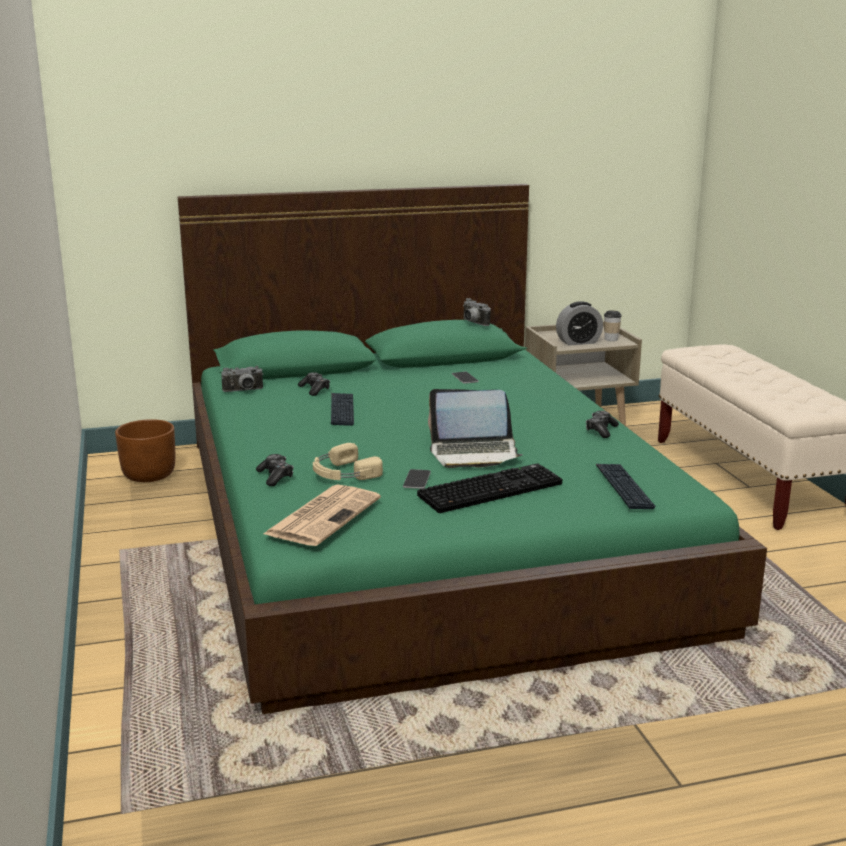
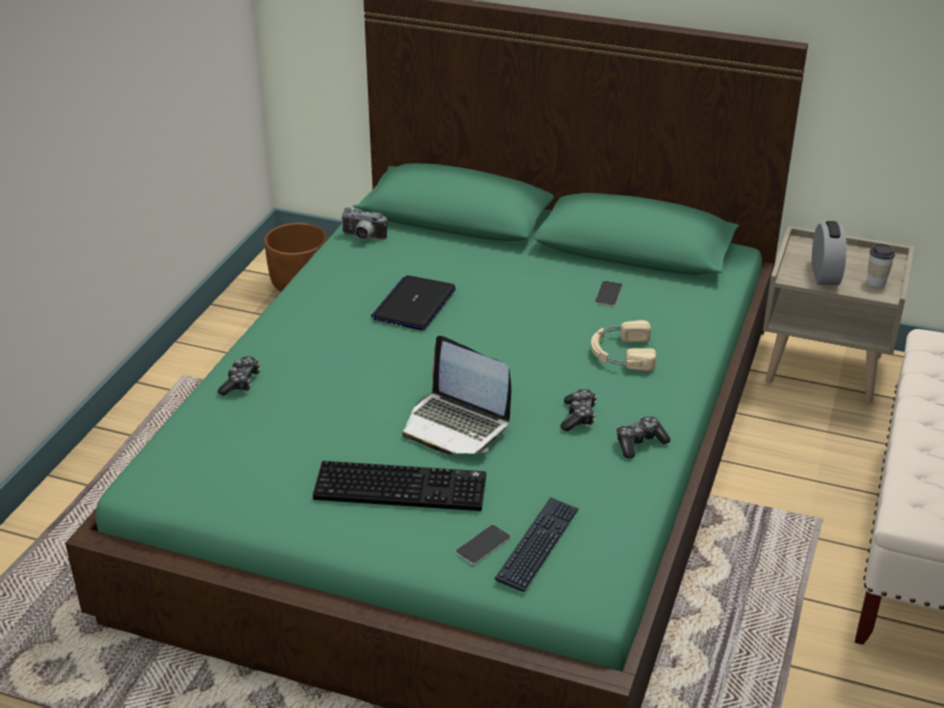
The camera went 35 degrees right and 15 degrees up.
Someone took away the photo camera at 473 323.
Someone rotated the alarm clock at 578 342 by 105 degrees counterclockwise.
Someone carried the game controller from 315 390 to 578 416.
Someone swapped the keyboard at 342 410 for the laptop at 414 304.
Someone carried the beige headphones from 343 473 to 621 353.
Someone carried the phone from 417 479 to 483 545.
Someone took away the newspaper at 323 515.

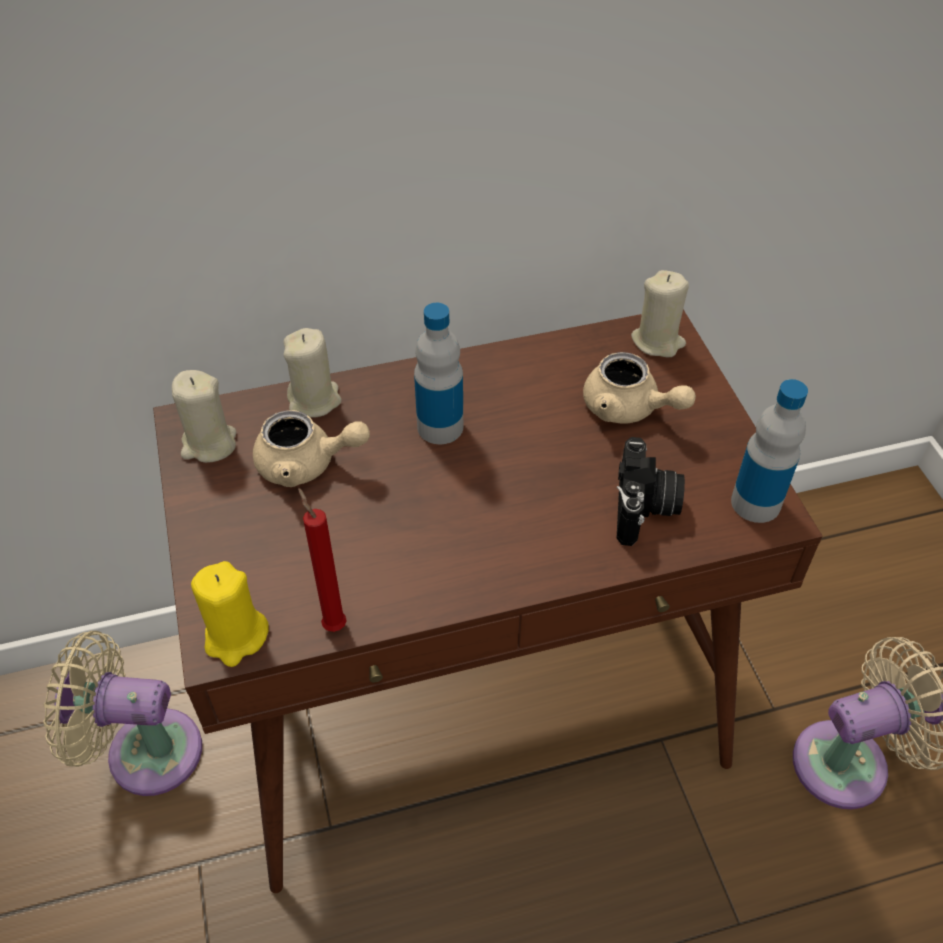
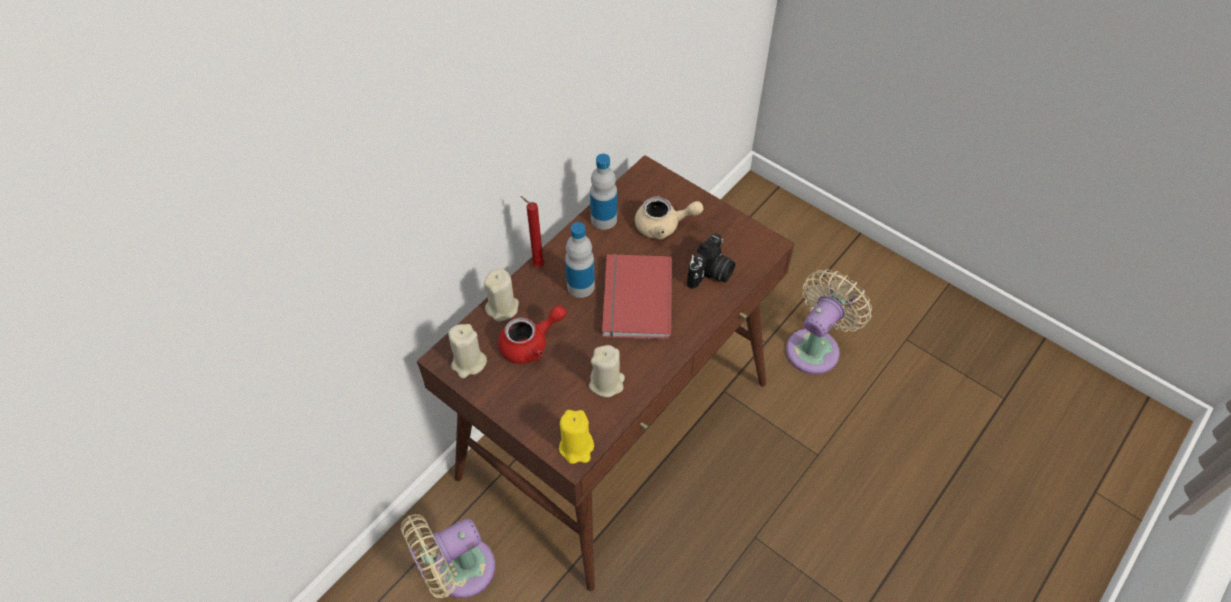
The camera went 35 degrees left and 5 degrees up.
Someone carried the beige candle from 658 341 to 607 383.
Someone carried the bottle from 755 503 to 603 219.
Someone repainted the beige teapot at 307 464, which became the red teapot at 531 344.
Someone rotated the photo camera at 645 509 by 60 degrees clockwise.
Someone carried the red candle from 332 623 to 536 265.
Someone put down the red book at 634 299.

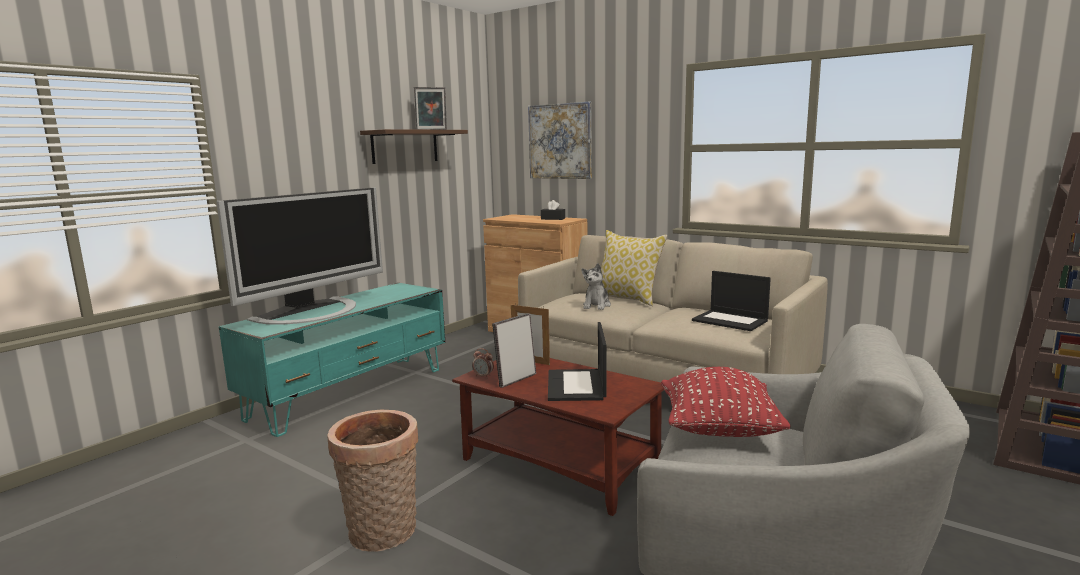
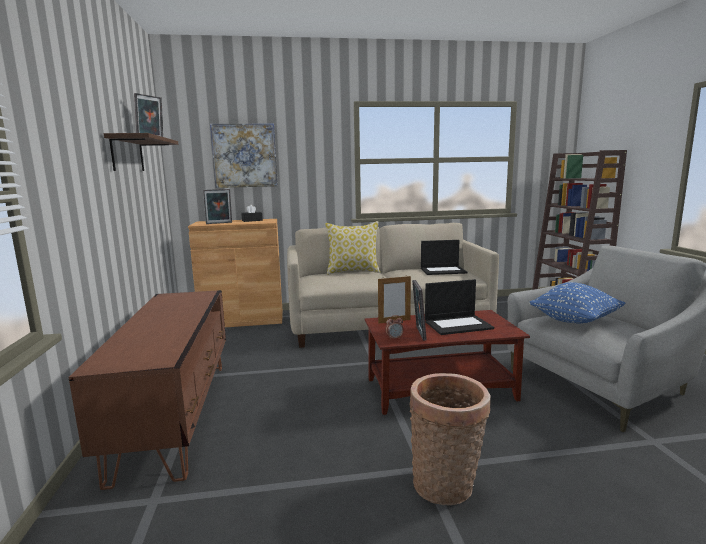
The camera went 45 degrees left and 0 degrees up.
Someone took away the television at 312 312.
Someone took away the plush toy at 596 305.
Someone repainted the turquoise tv stand at 350 393, which became the brown tv stand at 176 414.
Someone rotated the laptop at 577 386 by 60 degrees counterclockwise.
Someone repainted the red pillow at 718 431, which became the blue pillow at 575 321.
Someone put down the picture frame at 219 223.

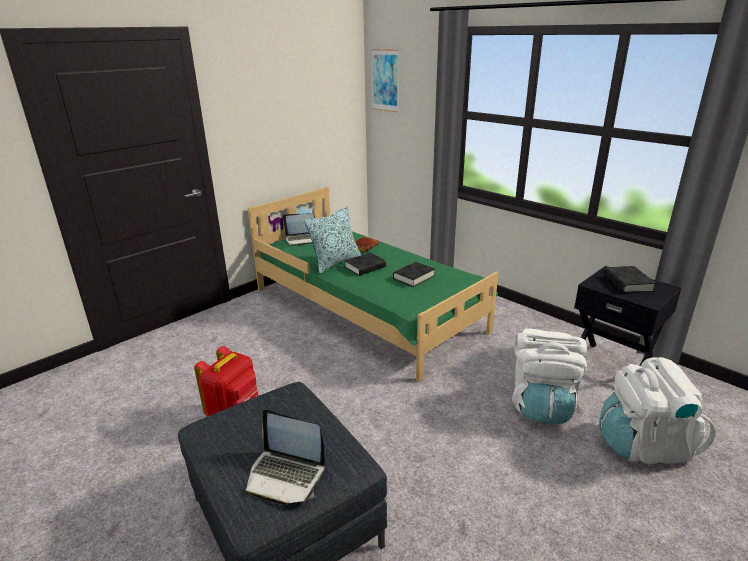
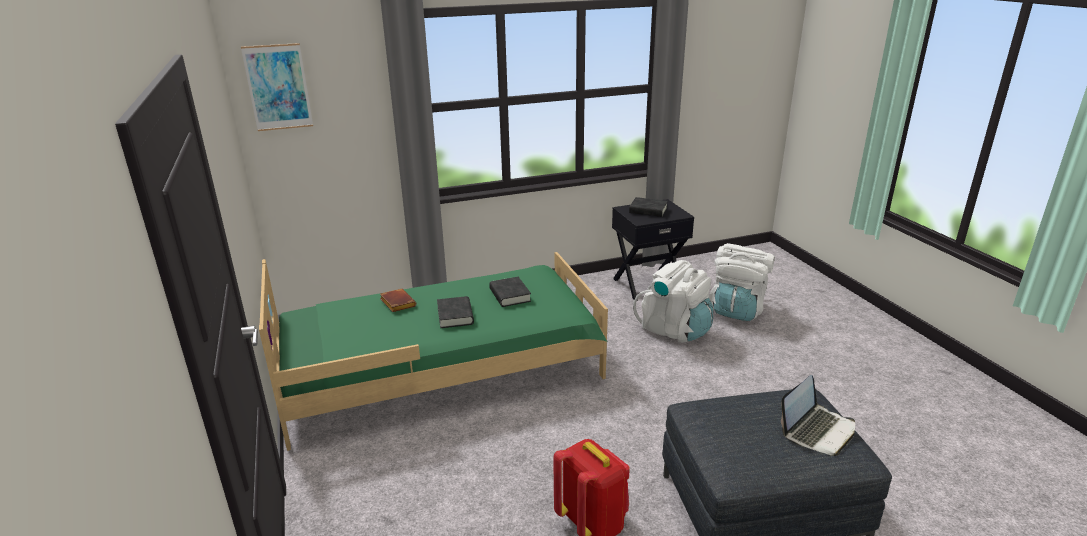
The camera went 65 degrees left and 0 degrees up.
Someone took away the pillow at 335 262.
Someone took away the laptop at 303 239.

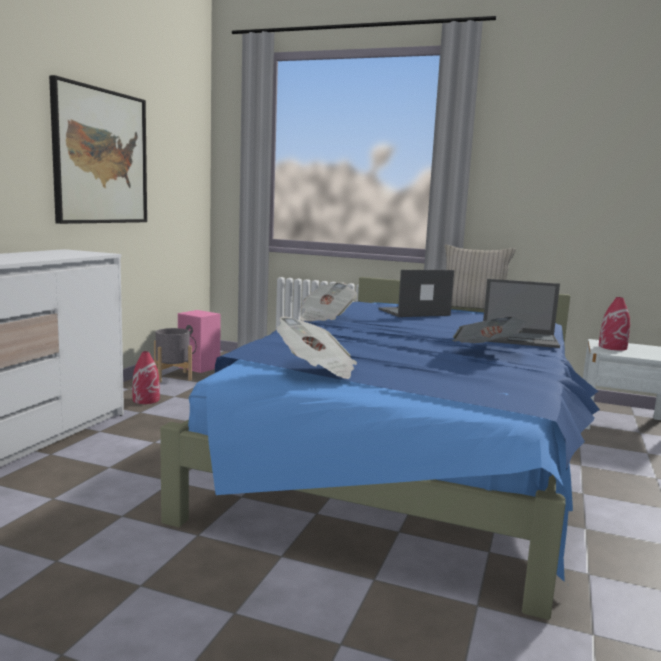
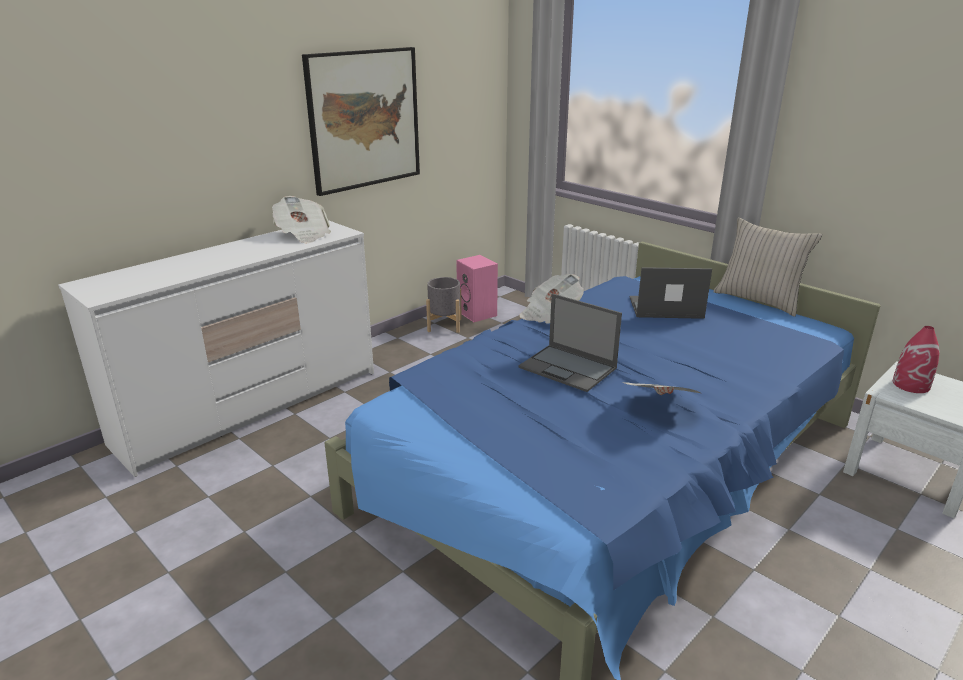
The camera went 25 degrees right and 15 degrees up.
Someone carried the laptop from 520 339 to 568 368.
Someone carried the newspaper from 317 369 to 303 234.
Someone took away the red vase at 146 400.

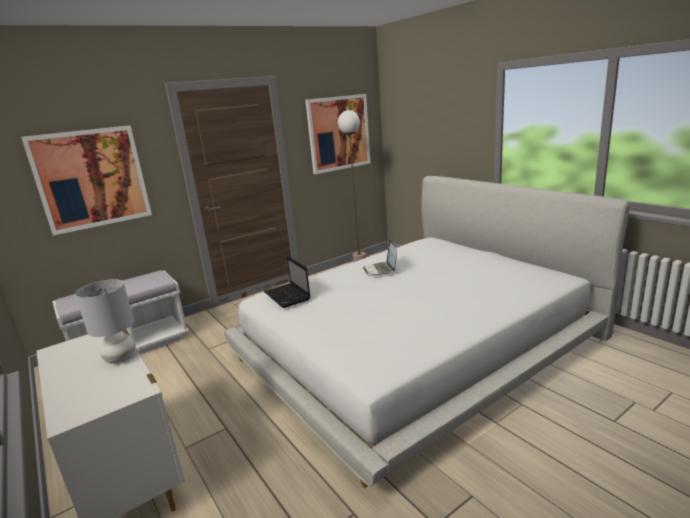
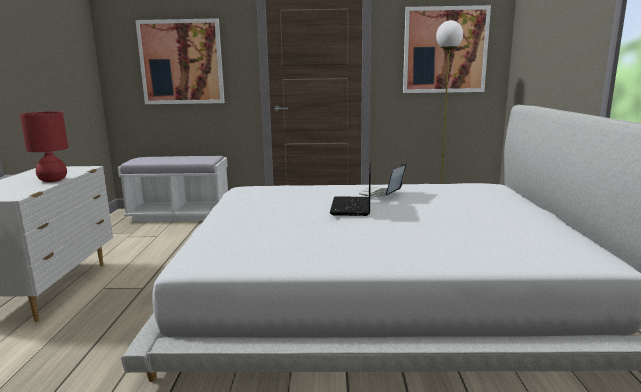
The camera went 35 degrees right and 5 degrees down.
Someone carried the laptop from 288 296 to 351 207.
Someone repainted the grey table lamp at 120 358, which became the red table lamp at 53 180.

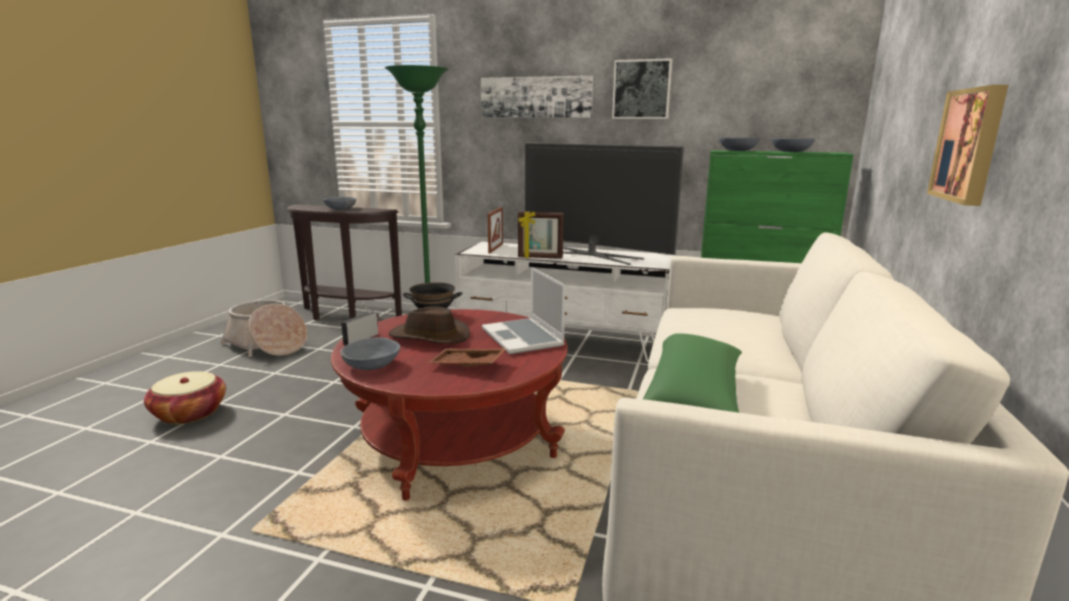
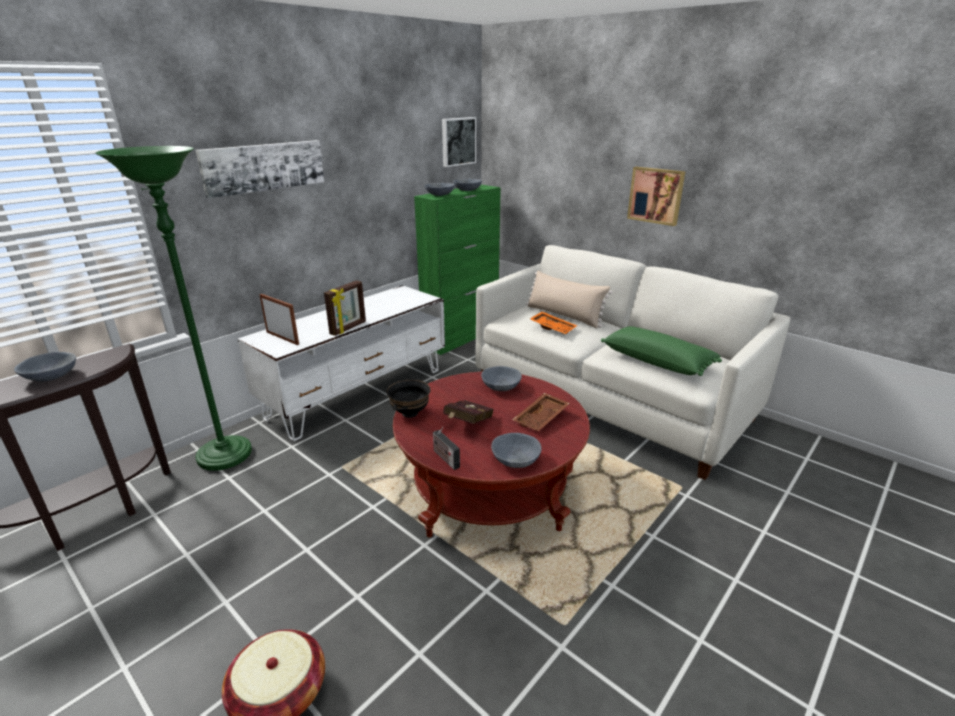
The camera went 65 degrees left and 10 degrees up.
Someone carried the picture from 641 89 to 458 141.
Someone took away the television at 593 255.
Someone swapped the laptop at 523 338 for the grey bowl at 501 386.
Someone took away the basket at 267 345.
Someone swapped the brown hat at 429 336 for the red book at 467 424.
Someone put down the beige pillow at 564 315.
Someone put down the orange tray at 553 328.

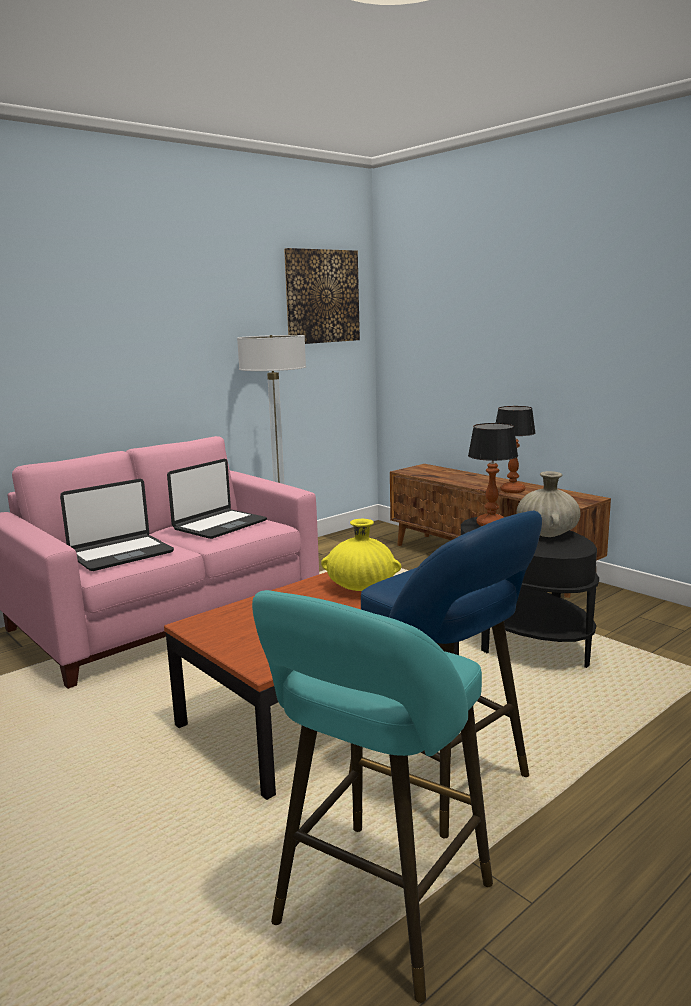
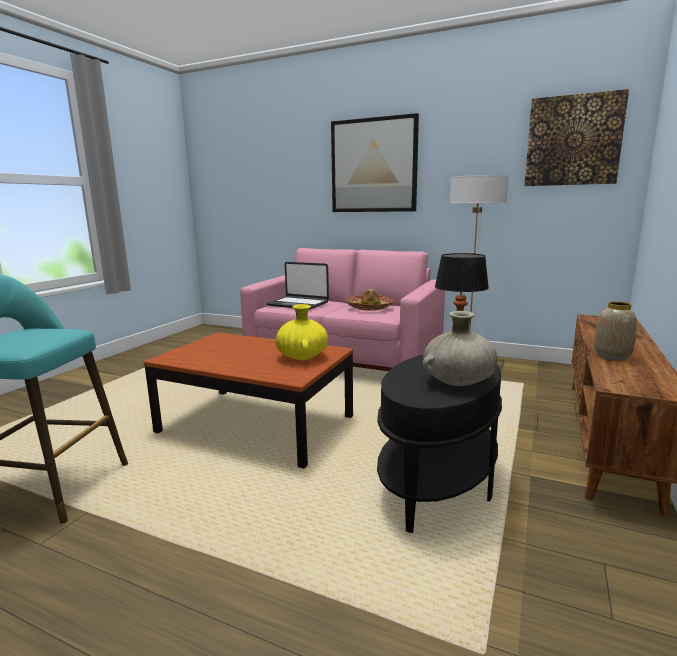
The camera went 65 degrees right and 0 degrees up.
Someone swapped the table lamp at 512 490 for the vase at 611 356.
Someone swapped the laptop at 219 525 for the hat at 370 307.
Someone took away the blue stool at 447 780.
Someone put up the picture at 374 166.

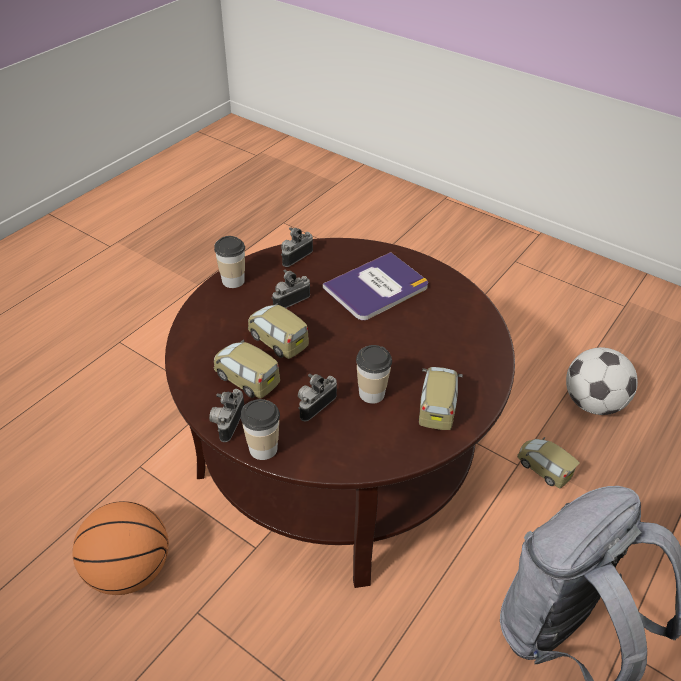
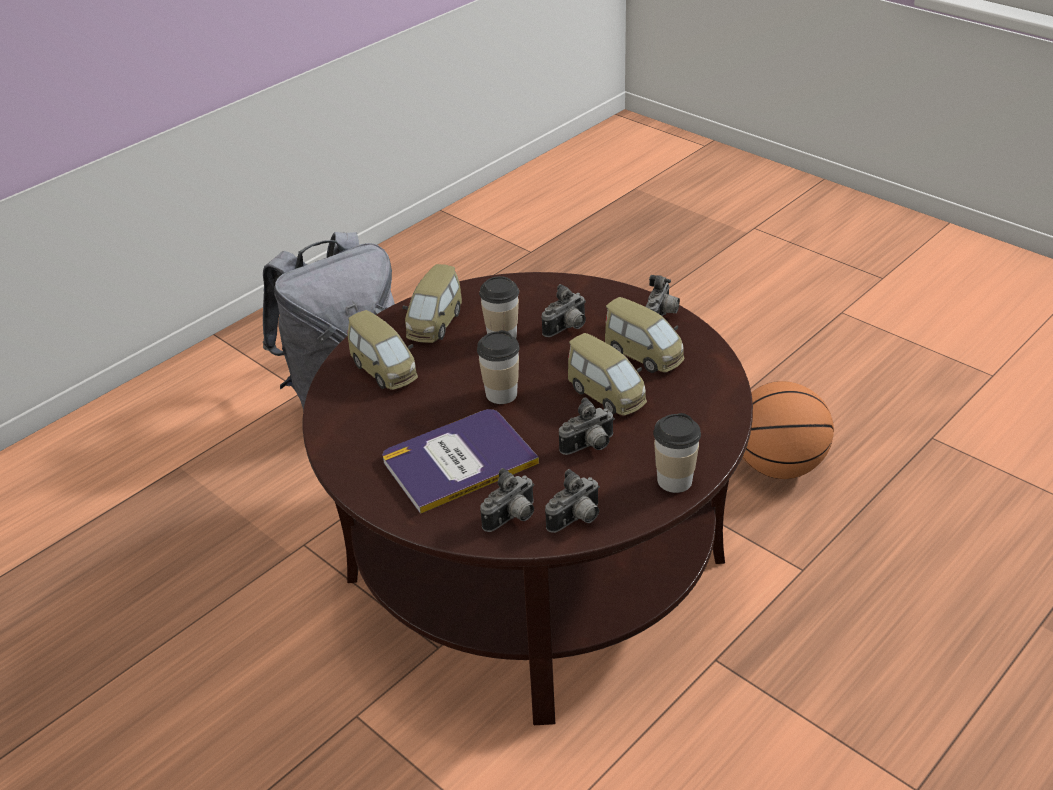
The camera went 170 degrees left and 5 degrees down.
Someone took away the football at 592 403.
Someone carried the cup from 263 448 to 501 394.
Someone carried the toy car from 543 468 to 384 370.
Someone put down the photo camera at 512 518.

